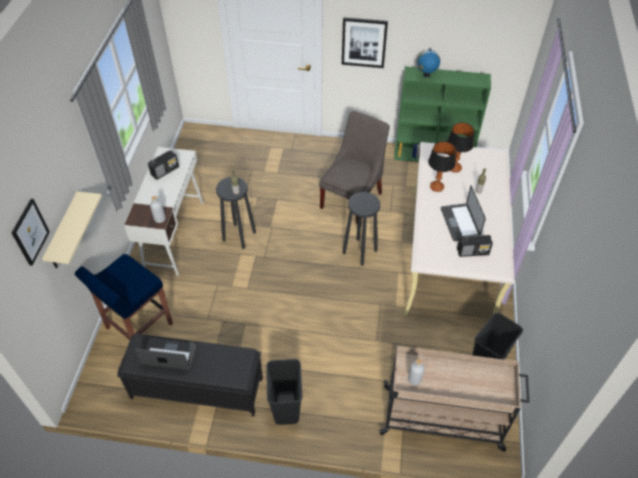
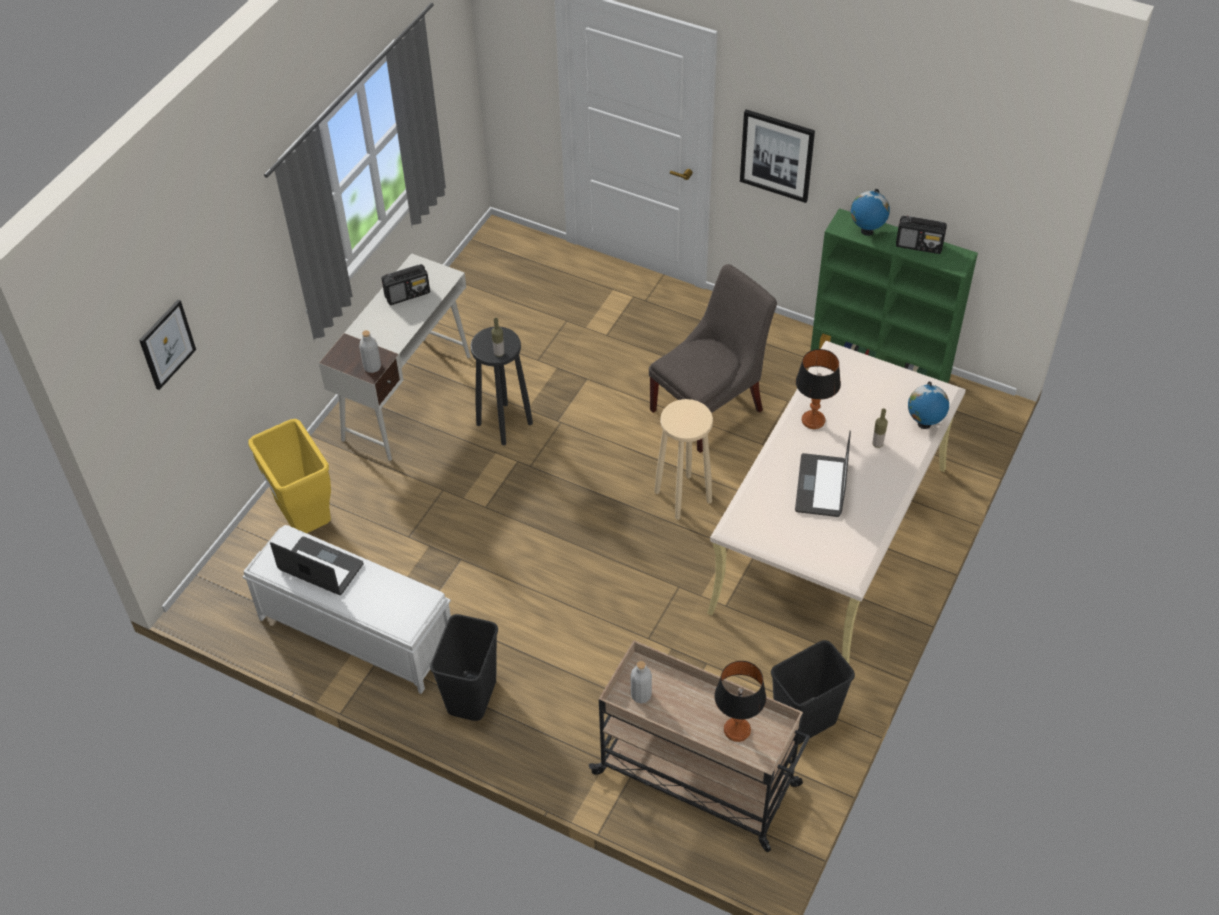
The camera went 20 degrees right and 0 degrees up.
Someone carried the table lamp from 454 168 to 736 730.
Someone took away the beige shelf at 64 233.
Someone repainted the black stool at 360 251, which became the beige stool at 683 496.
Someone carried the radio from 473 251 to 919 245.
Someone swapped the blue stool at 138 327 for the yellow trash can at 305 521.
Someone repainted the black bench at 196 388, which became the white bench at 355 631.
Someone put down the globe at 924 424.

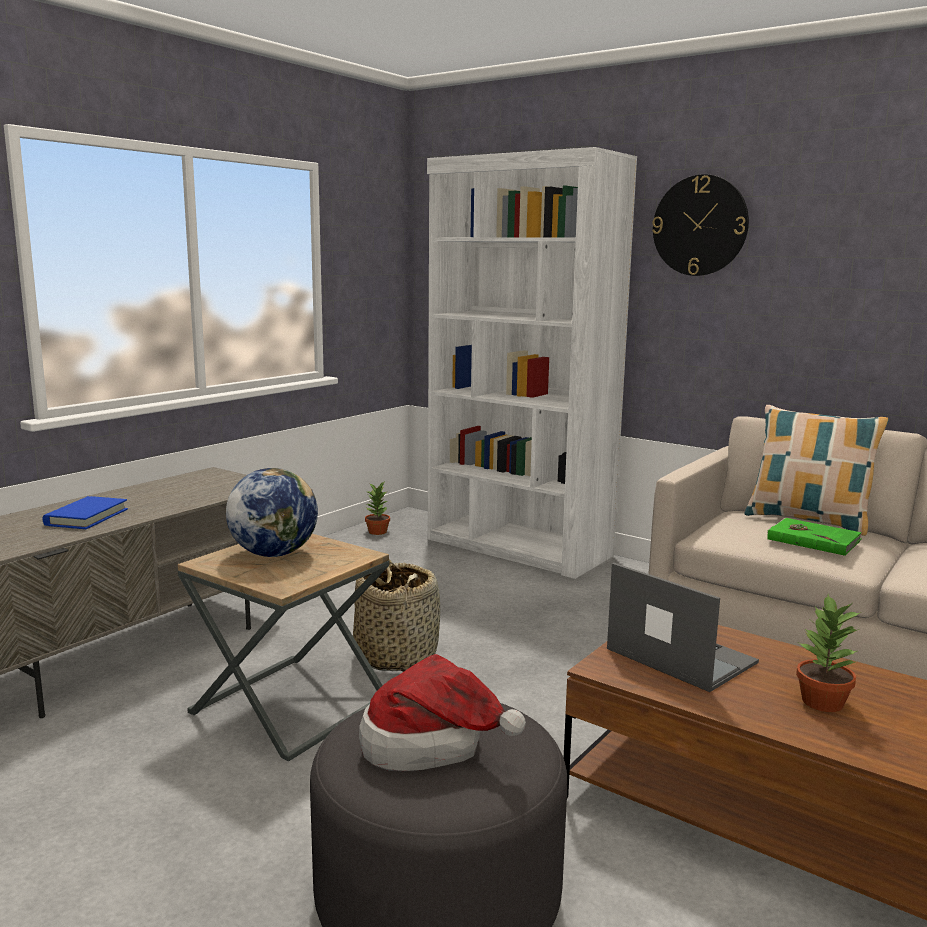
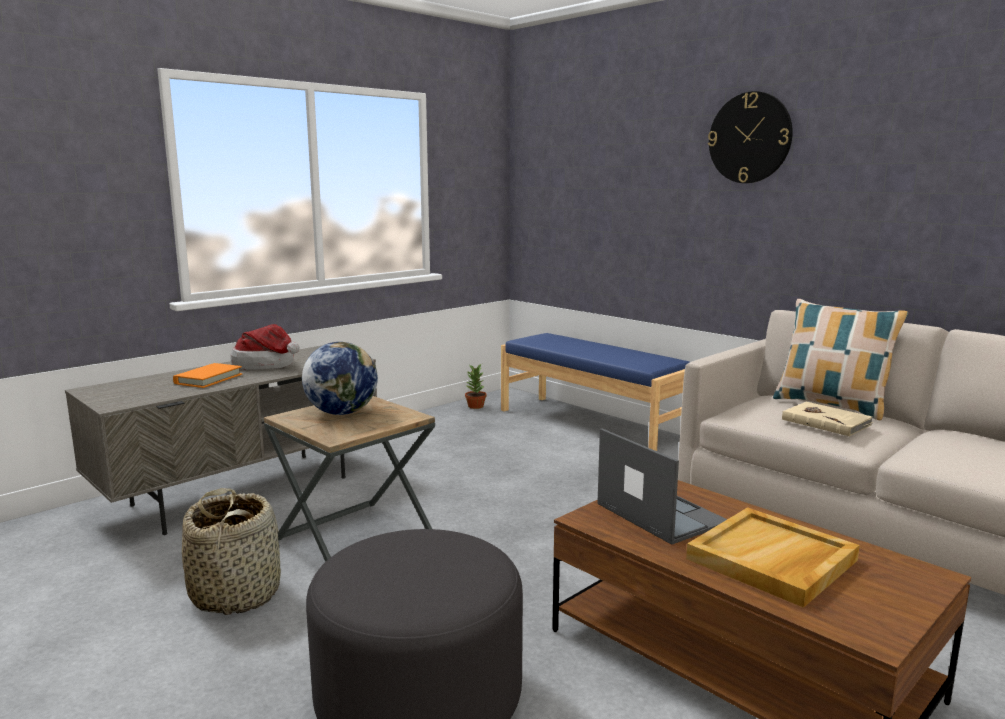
The camera went 10 degrees right and 0 degrees up.
Someone swapped the white bookcase at 518 548 for the blue bench at 591 424.
Someone repainted the blue book at 86 517, which became the orange book at 208 379.
Someone repainted the green book at 813 540, which became the beige book at 826 421.
Someone carried the basket from 396 656 to 236 593.
Someone swapped the potted plant at 822 702 for the beige tray at 772 560.
Someone carried the hat from 432 746 to 267 365.

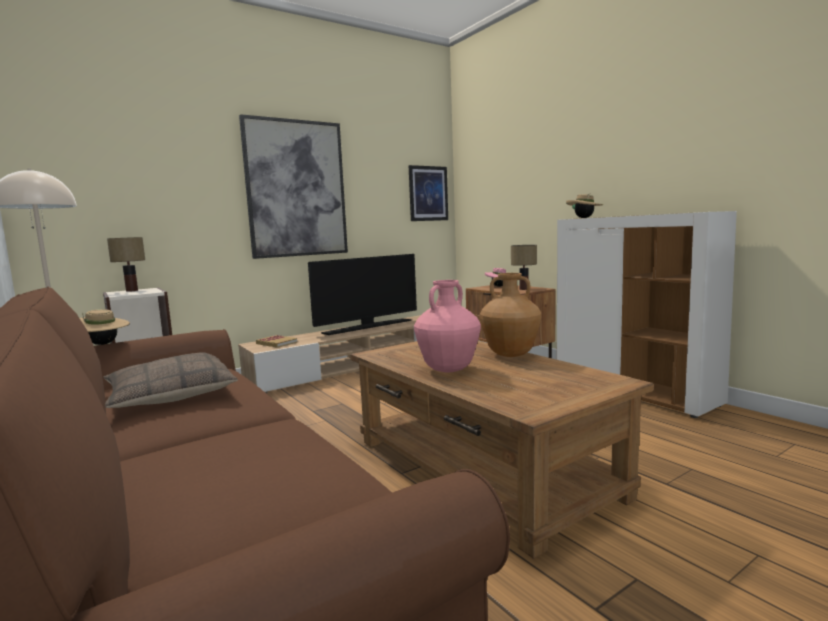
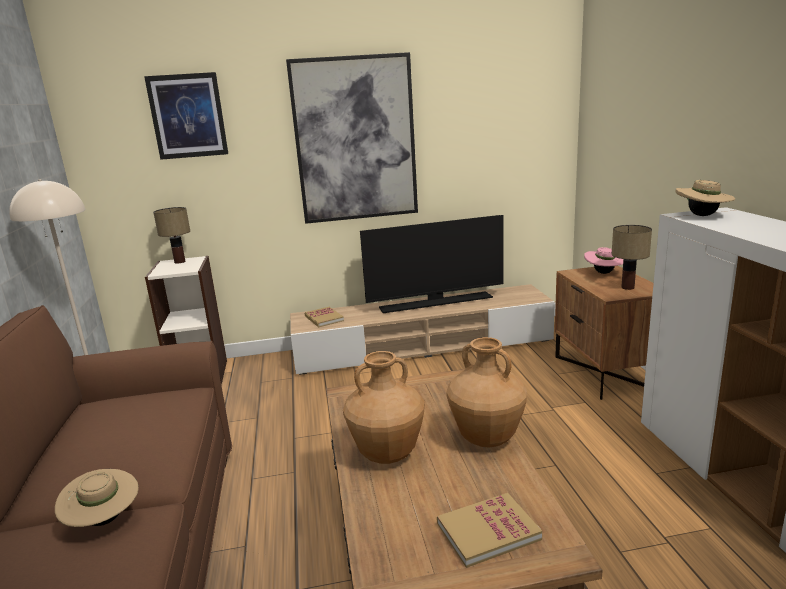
The camera went 25 degrees right and 10 degrees up.
Someone carried the picture from 428 193 to 188 116.
Someone repainted the pink vase at 448 369, which became the brown vase at 388 454.
Someone carried the beige hat from 102 344 to 104 520.
Someone took away the pillow at 170 394.
Someone put down the book at 488 531.

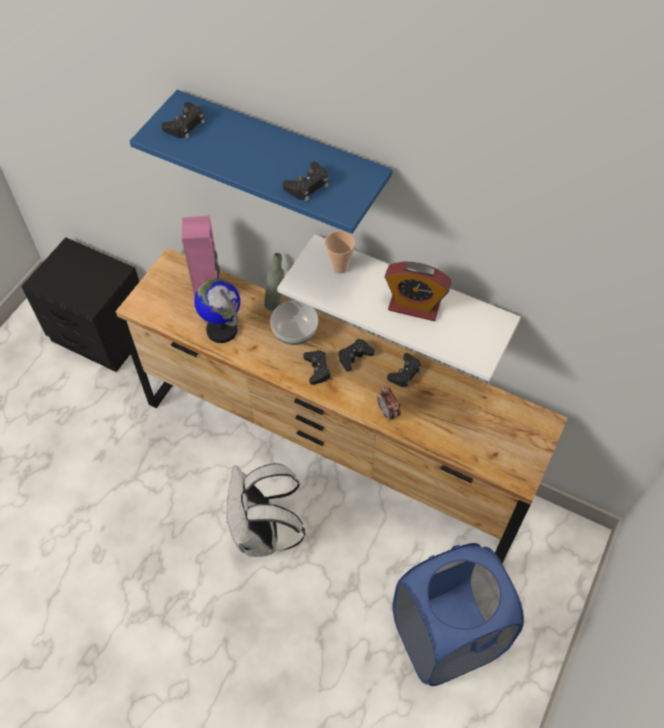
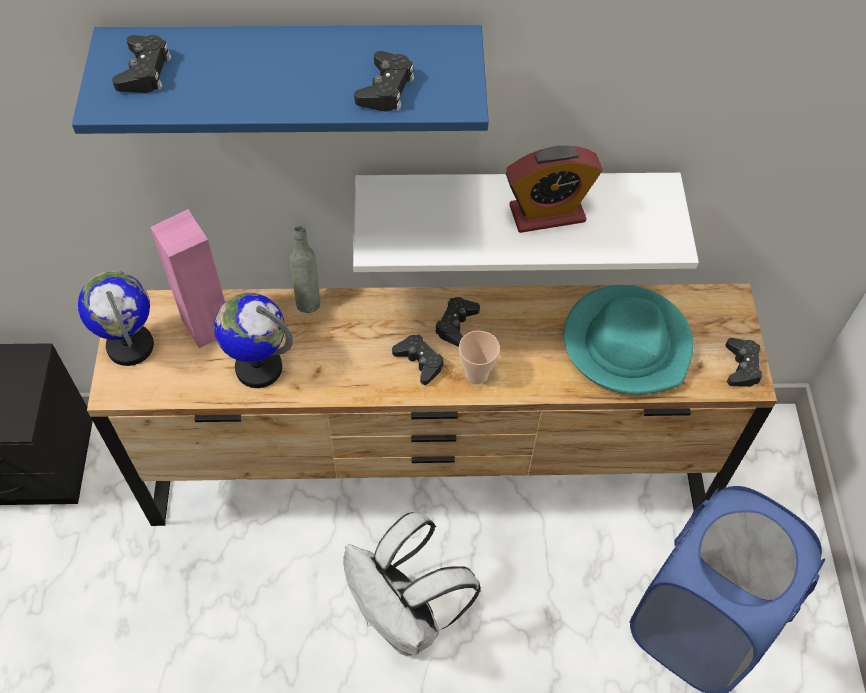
The camera went 30 degrees left and 0 degrees up.
Someone carried the cup from 339 267 to 476 374.
Someone took away the bowl at 295 331.
Someone carried the black game controller from 405 373 to 741 366.
Someone took away the alarm clock at 388 413.
Someone put down the globe at 131 345.
Someone put down the turquoise hat at 627 343.

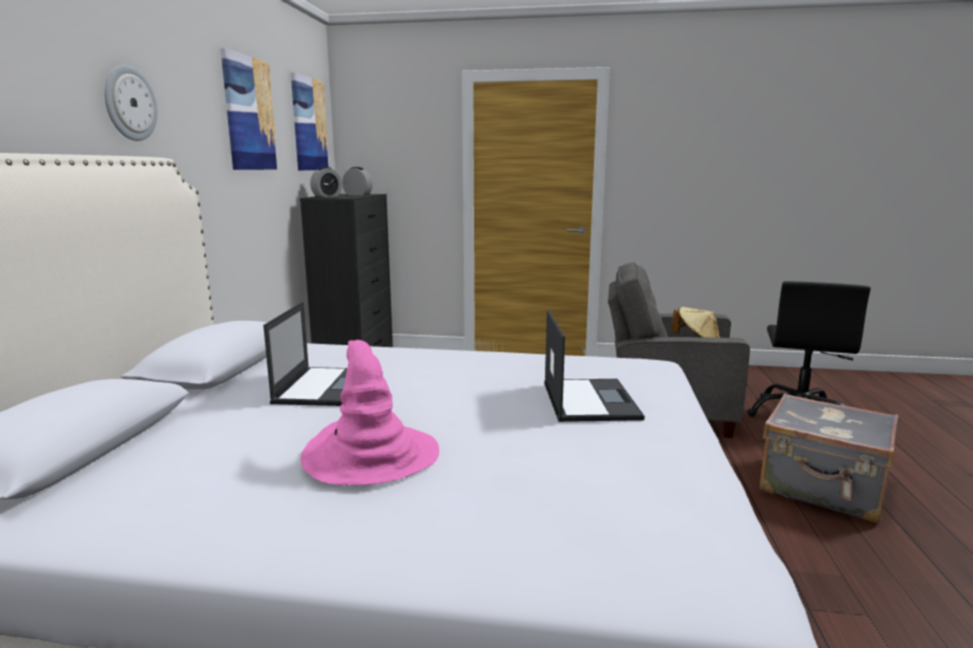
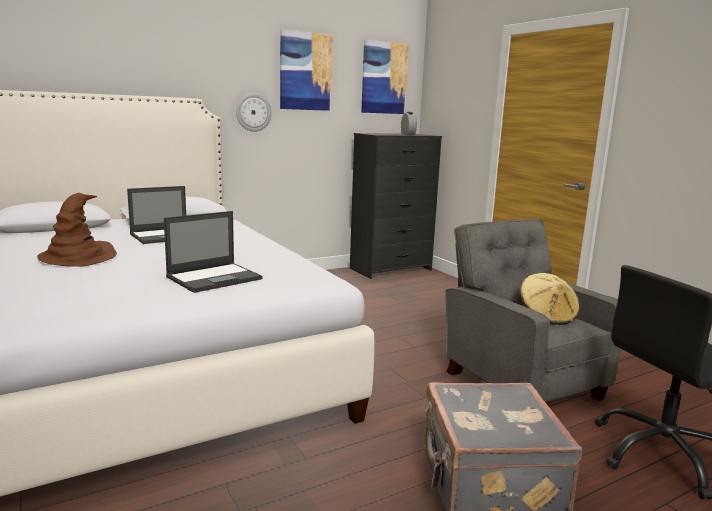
The camera went 50 degrees right and 0 degrees up.
Someone carried the wall clock from 129 103 to 253 112.
Someone took away the alarm clock at 327 196.
Someone repainted the pink hat at 370 456, which became the brown hat at 78 257.

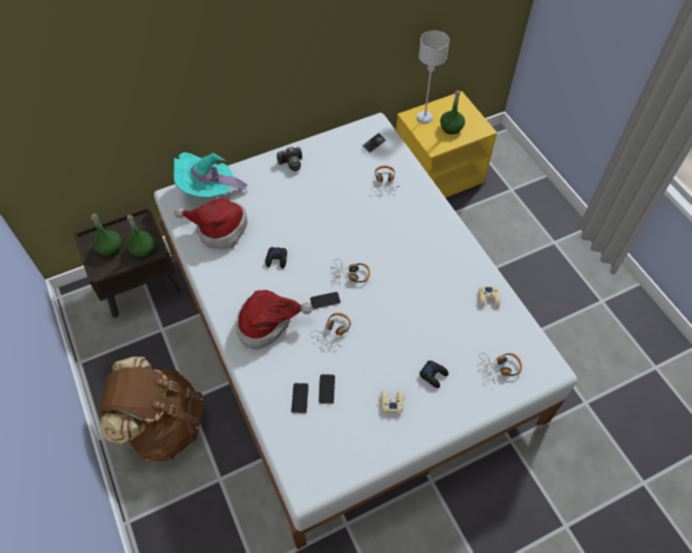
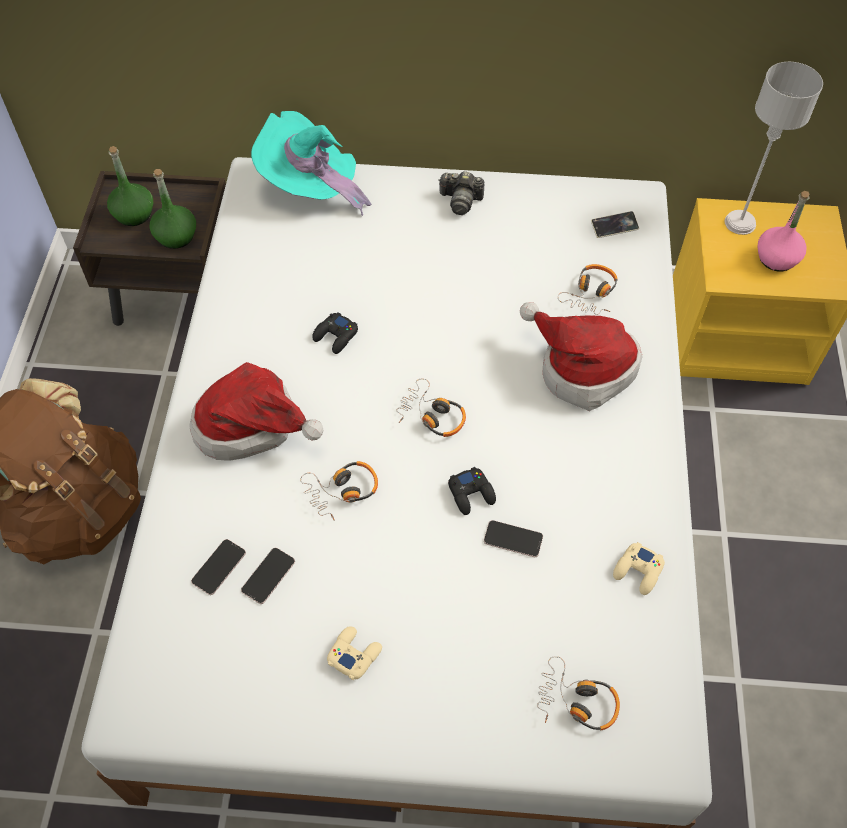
The camera went 30 degrees right and 0 degrees up.
Someone repainted the green bottle at 451 128, which became the pink bottle at 776 259.
Someone carried the hat from 219 229 to 581 368.
Someone carried the phone from 325 300 to 513 539.
Someone carried the black game controller from 433 375 to 471 494.

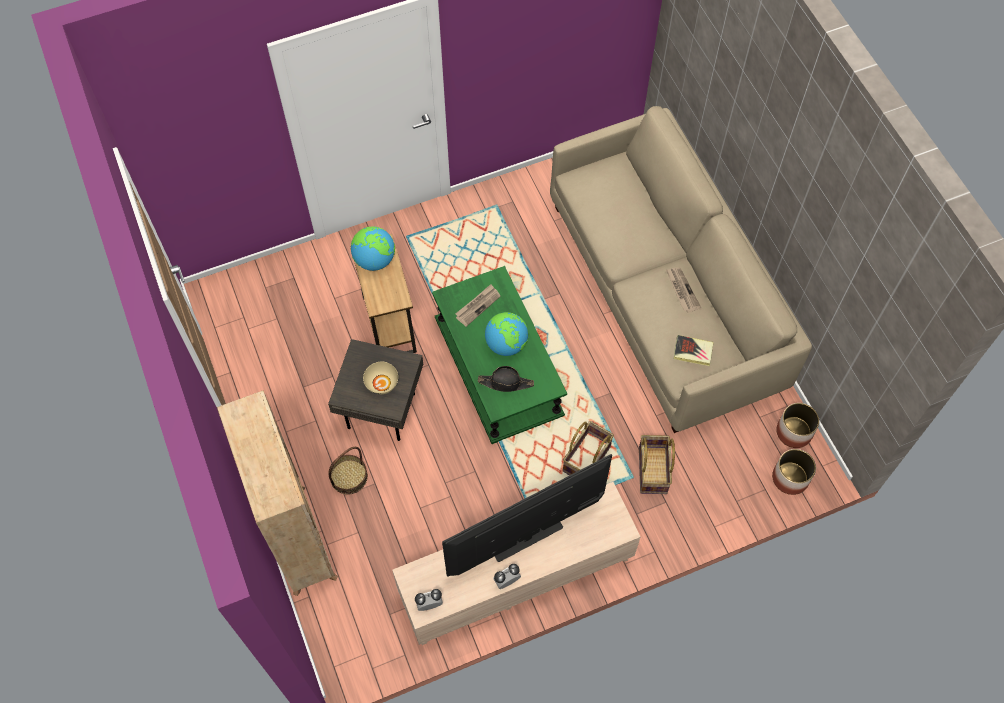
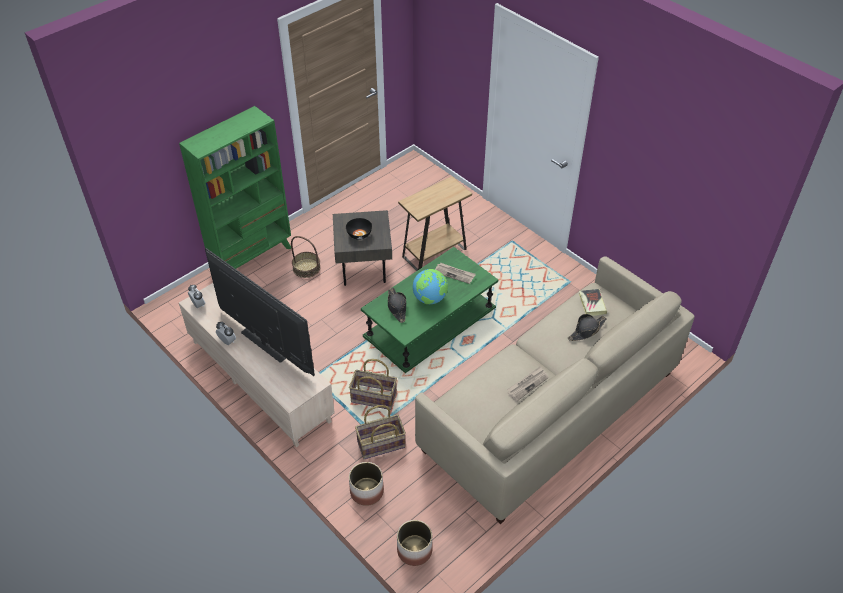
The camera went 70 degrees right and 15 degrees down.
Someone took away the globe at 374 260.
Someone carried the book from 693 352 to 592 304.
Someone repainted the beige bowl at 382 384, which became the black bowl at 359 234.
Someone repainted the beige bookcase at 299 538, which became the green bookcase at 252 258.
Someone carried the planter from 794 432 to 366 492.
Someone put down the black hat at 586 330.

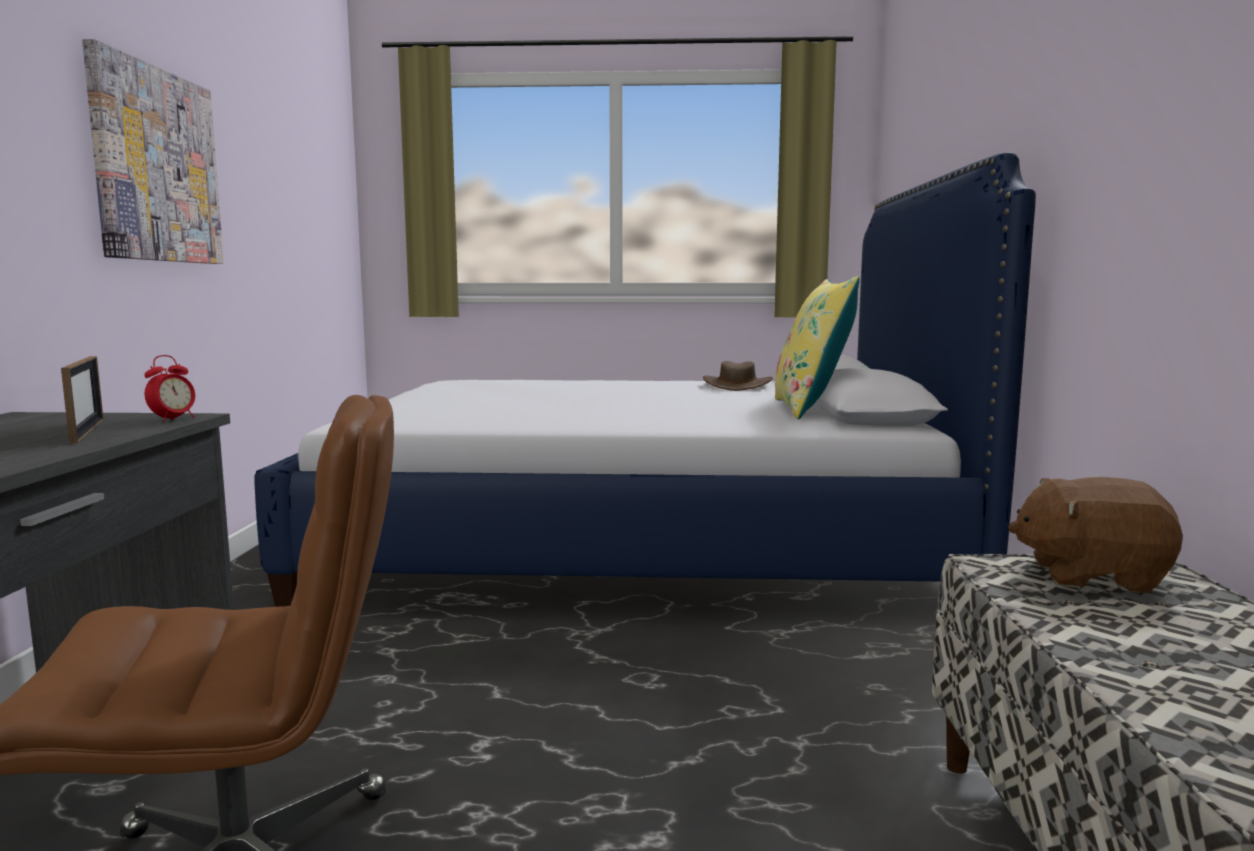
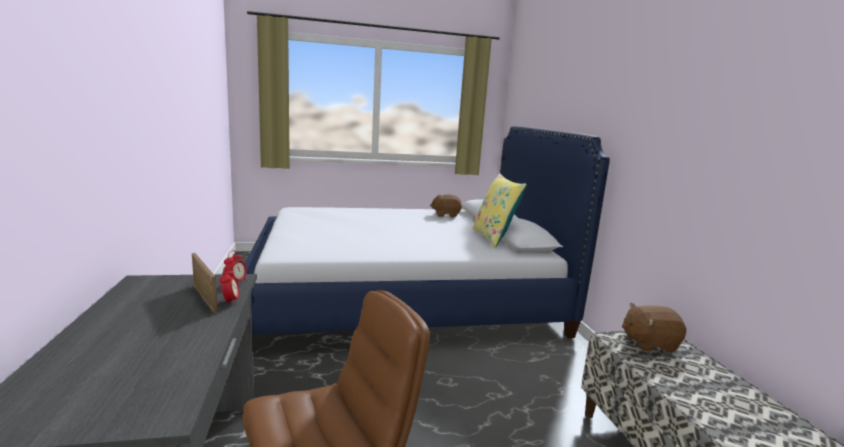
The camera went 15 degrees left and 5 degrees up.
Someone took away the picture at 156 166.
Someone swapped the brown hat at 737 386 for the brown plush toy at 446 215.
Someone put down the alarm clock at 230 302.

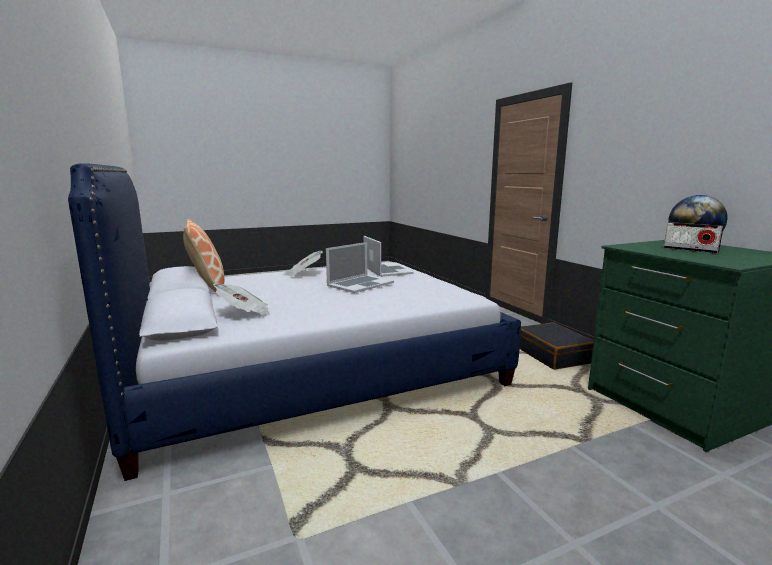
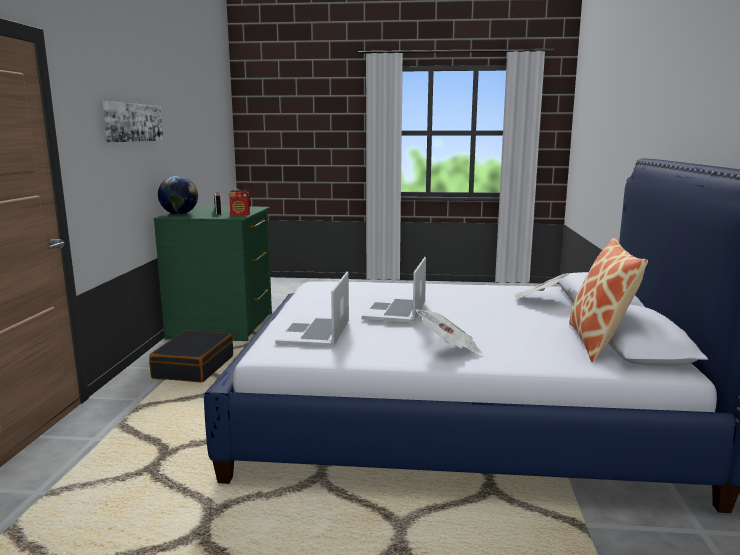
The camera went 150 degrees left and 0 degrees up.
Someone rotated the laptop at 360 284 by 60 degrees counterclockwise.
Someone put up the picture at 133 122.
Someone put down the radio at 240 214.

